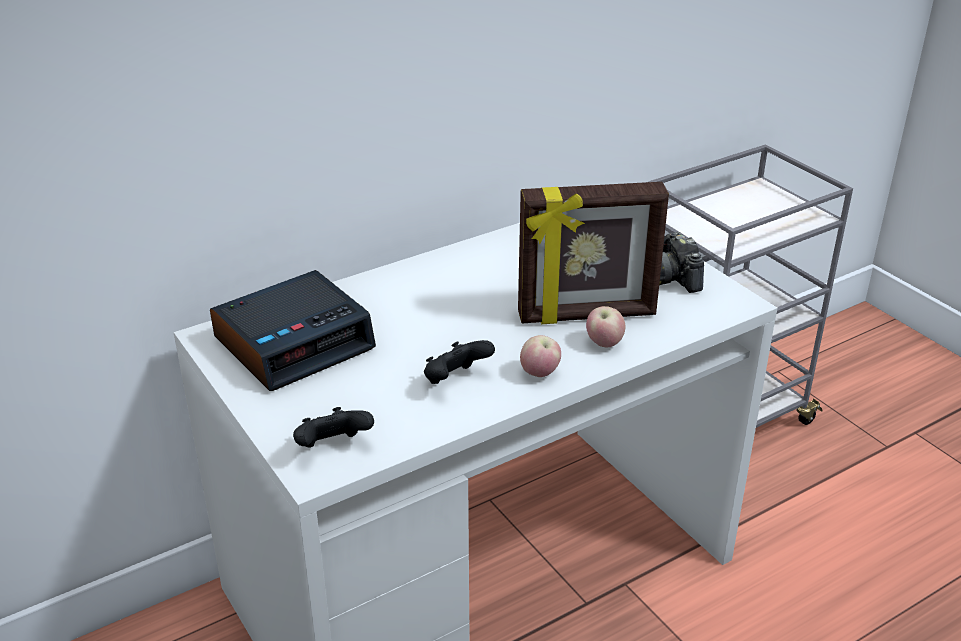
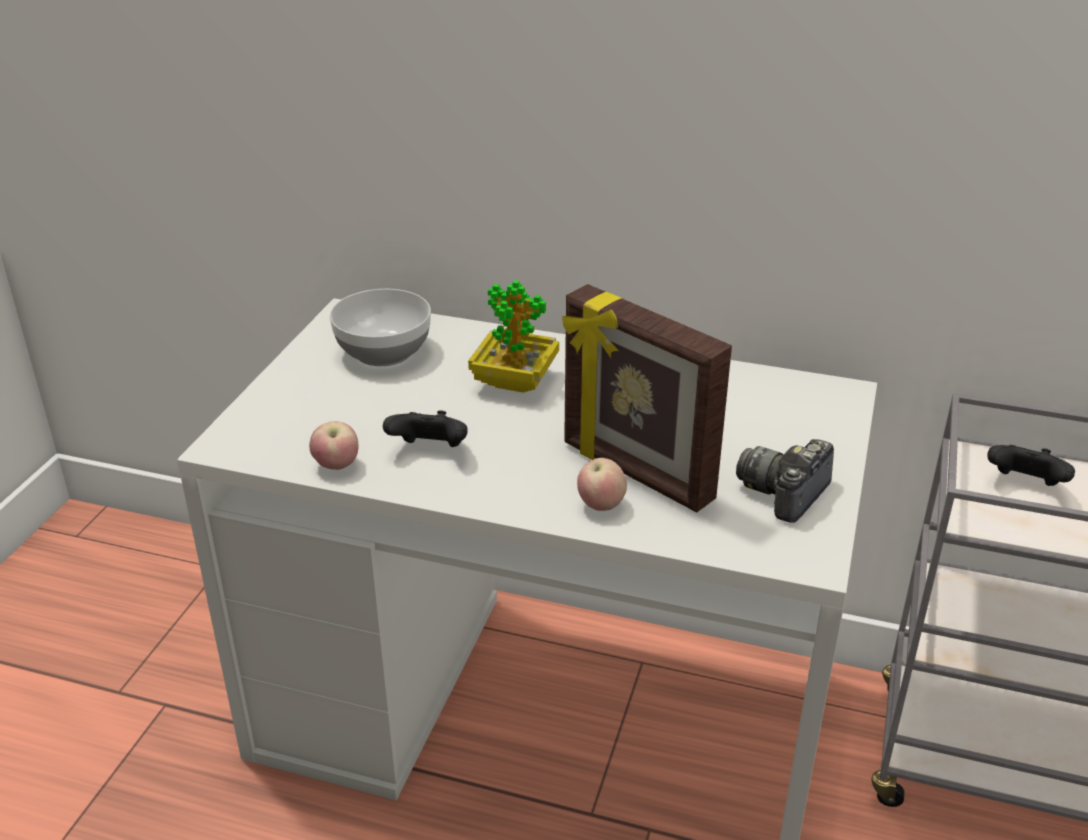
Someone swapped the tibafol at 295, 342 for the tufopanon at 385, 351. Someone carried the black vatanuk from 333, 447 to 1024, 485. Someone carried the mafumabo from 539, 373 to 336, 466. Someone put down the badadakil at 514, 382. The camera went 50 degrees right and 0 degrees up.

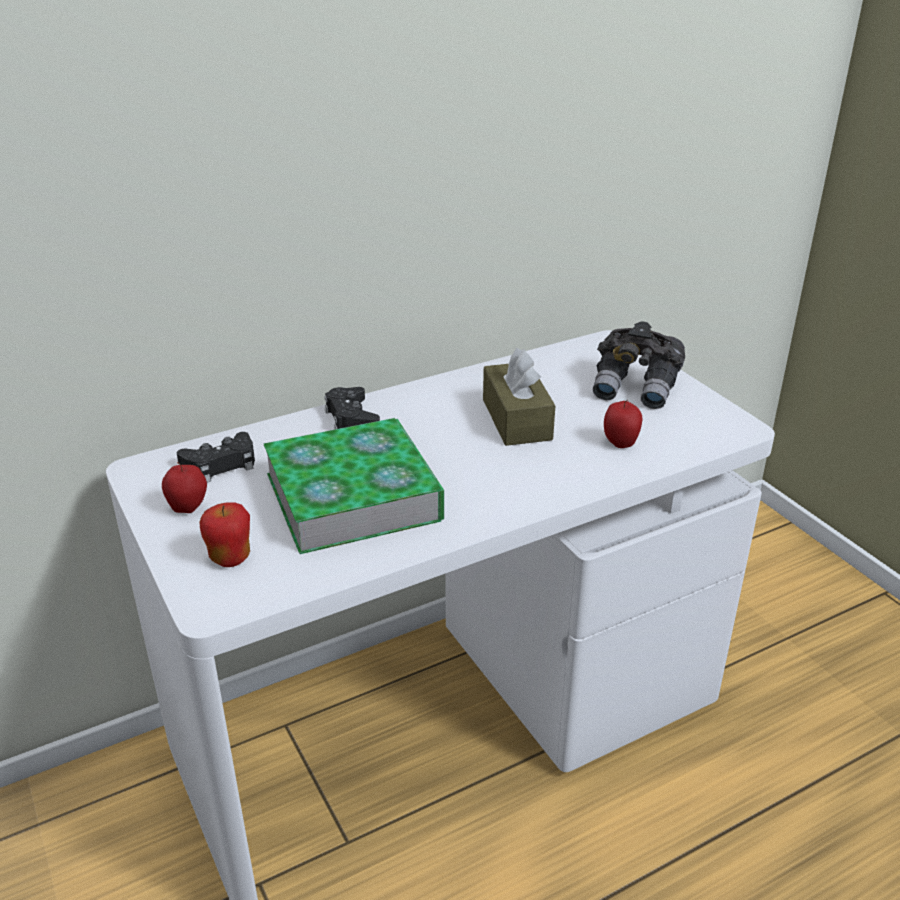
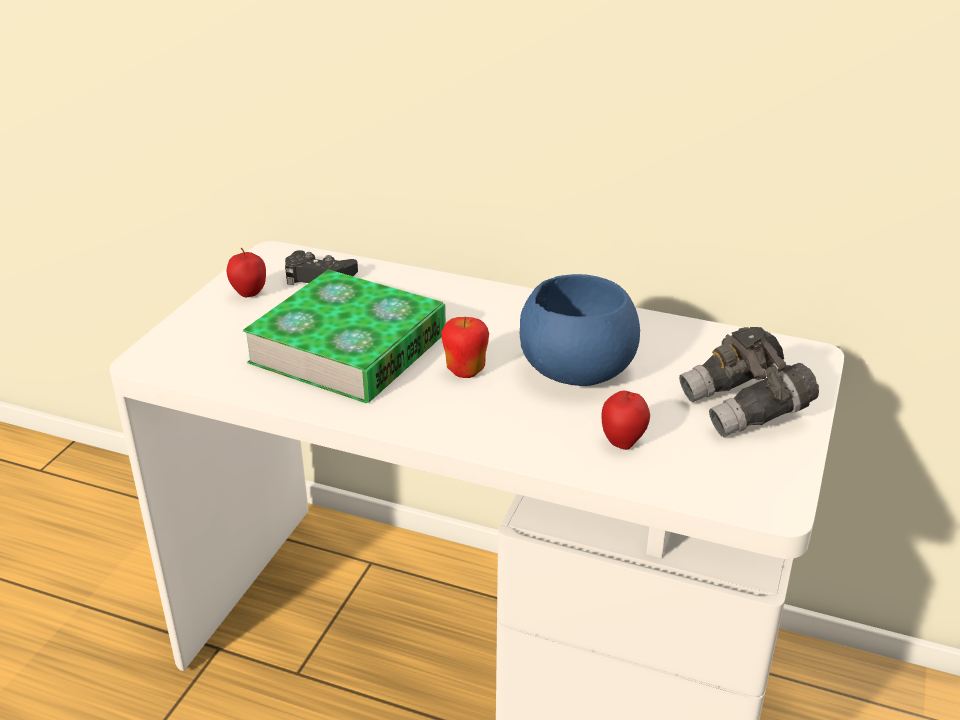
Someone carried the mafumabo from 230, 558 to 465, 371. Someone took away the black vatanuk at 351, 418. Someone swapped the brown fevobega at 516, 419 for the blue tufopanon at 576, 369. The camera went 50 degrees right and 0 degrees up.

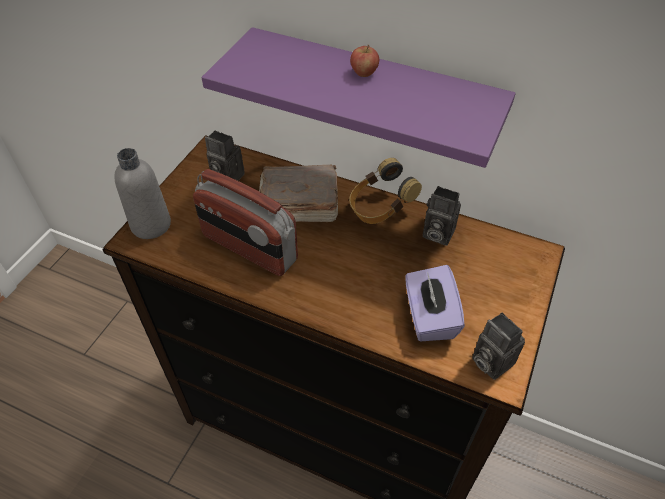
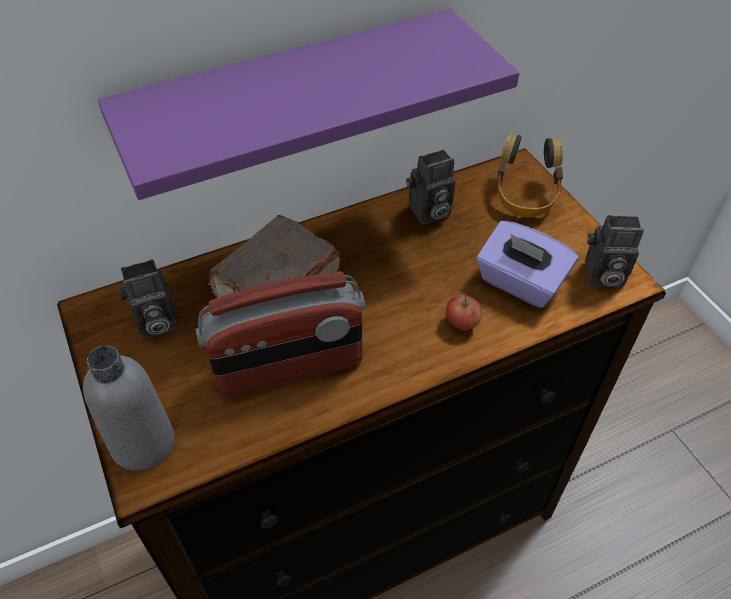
Someone carried the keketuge from 380, 208 to 525, 195. Someone carried the mafumabo from 363, 73 to 462, 323. The camera went 50 degrees left and 0 degrees up.

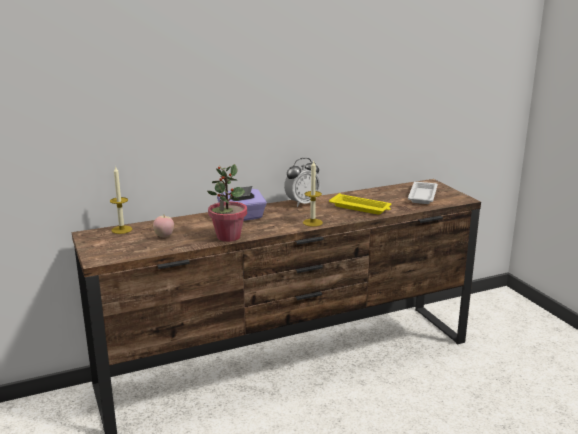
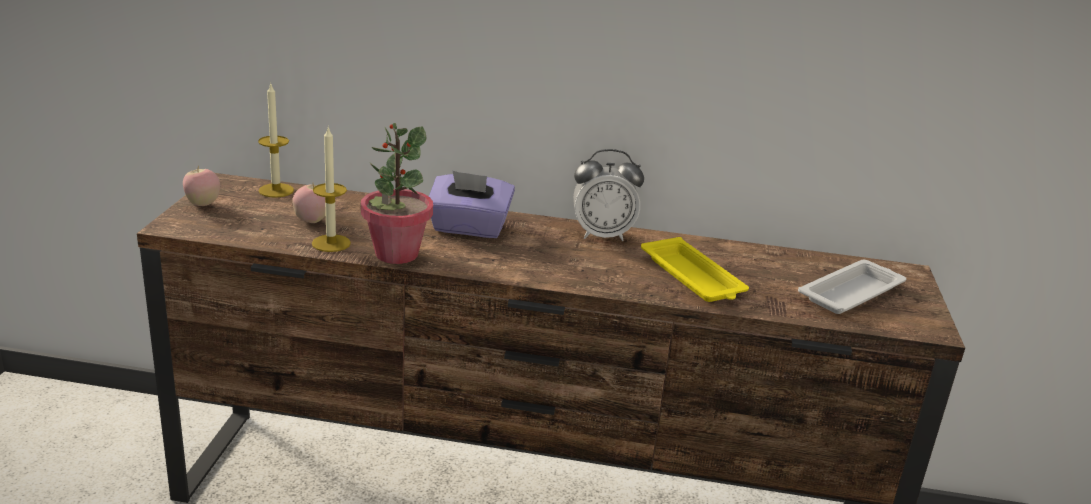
Someone carried the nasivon from 312, 222 to 331, 243. Someone put down the mafumabo at 203, 204. The camera went 30 degrees right and 5 degrees up.

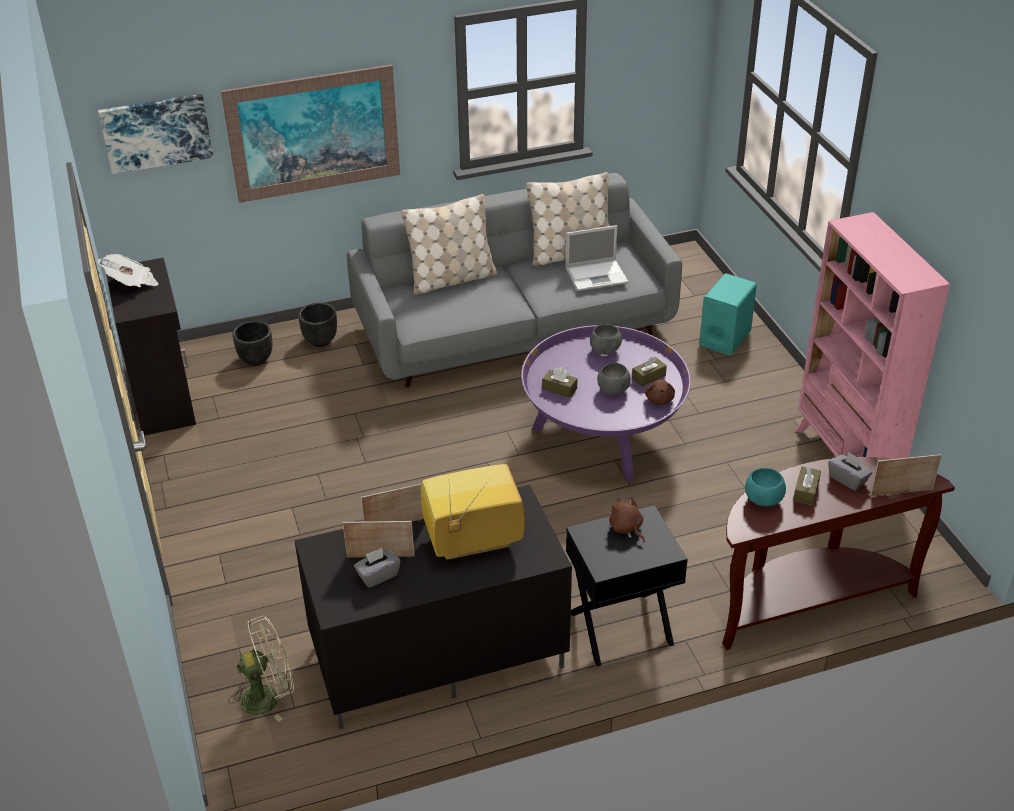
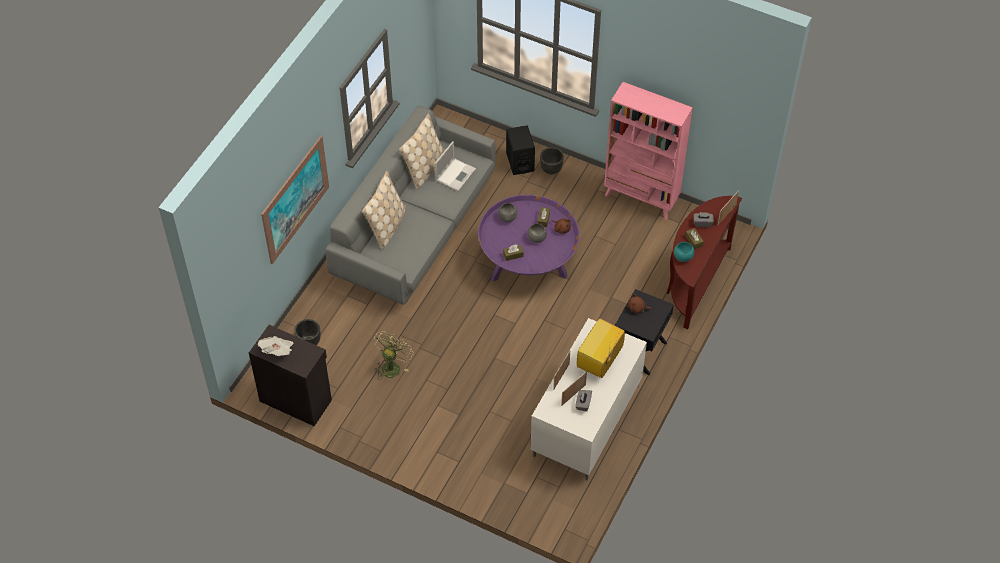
Someone took away the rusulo at 156, 132. Someone carried the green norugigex from 268, 696 to 392, 366. Someone repainted the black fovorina at 437, 658, which became the white fovorina at 587, 422. Someone carried the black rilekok from 320, 341 to 551, 169. Someone repainted the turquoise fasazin at 725, 338, which became the black fasazin at 520, 162. The camera went 45 degrees left and 15 degrees up.

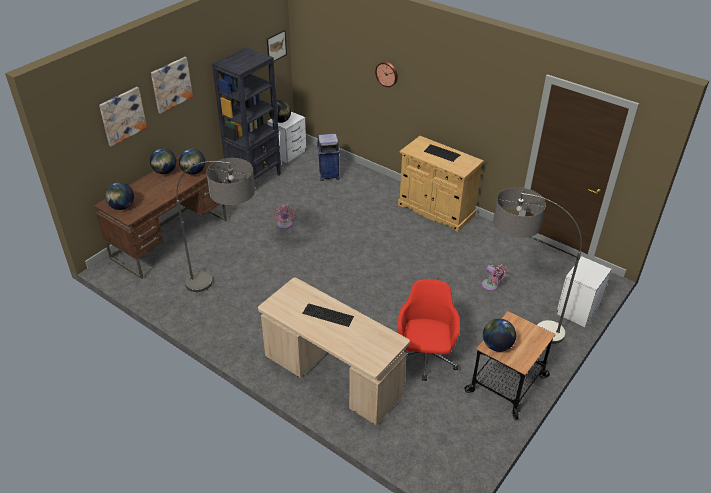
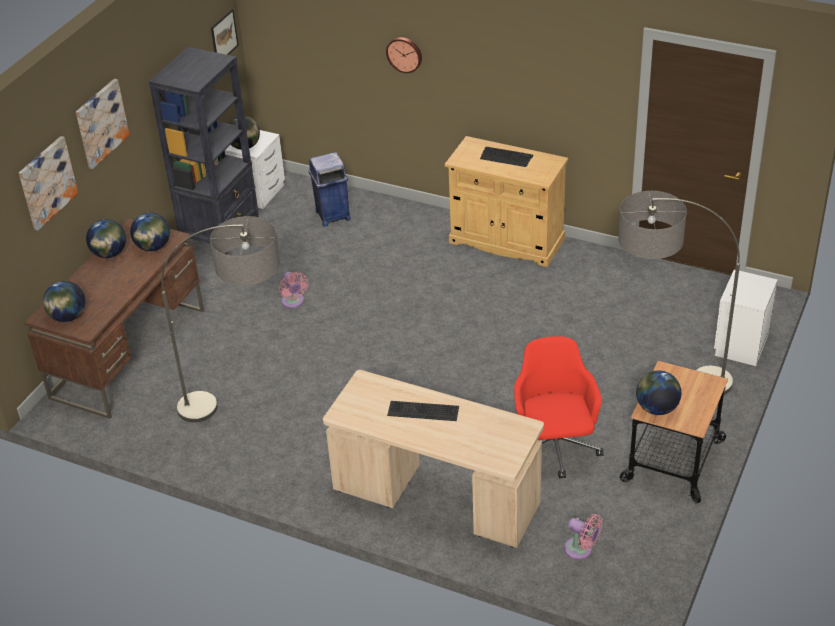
Someone carried the pink norugigex from 491, 286 to 581, 550. The camera went 10 degrees left and 0 degrees up.

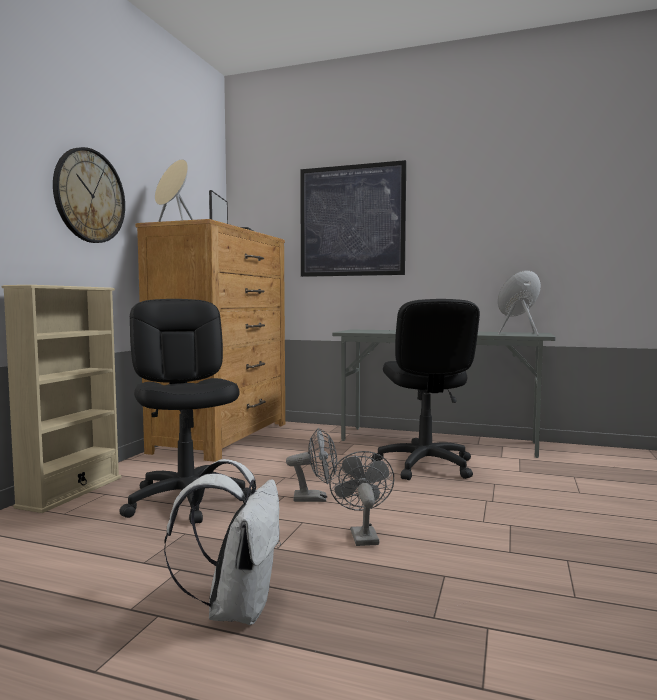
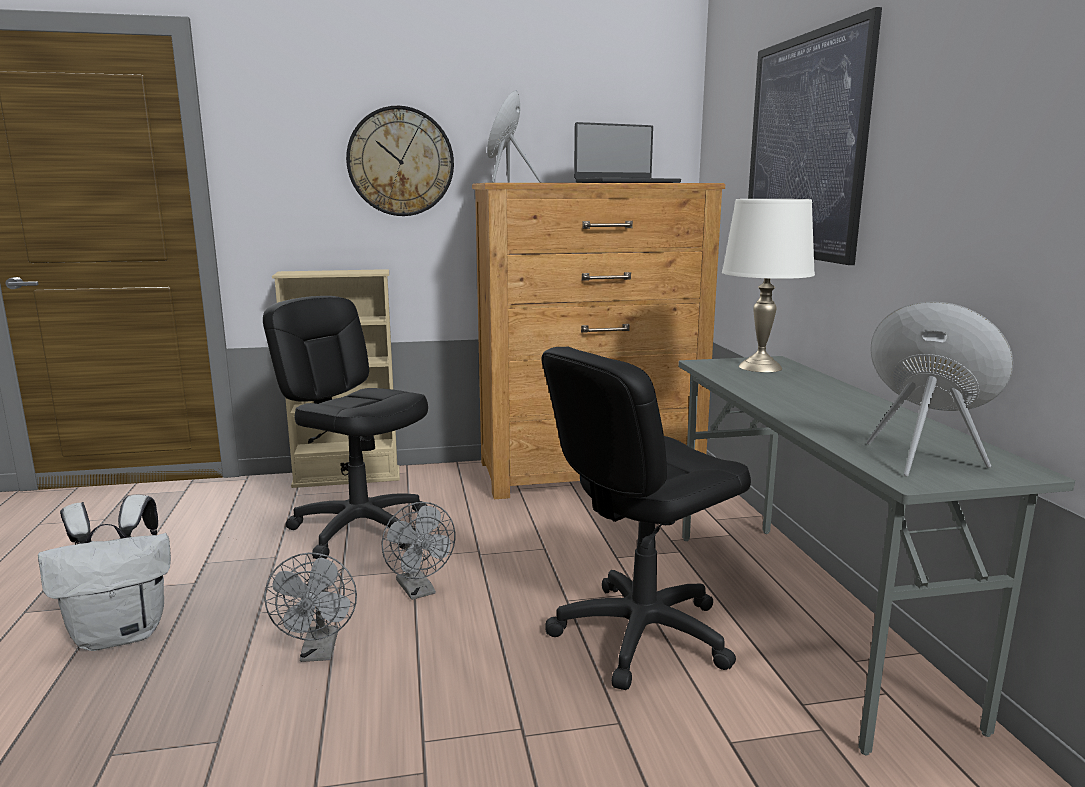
Someone rotated the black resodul at 187, 500 by 90 degrees counterclockwise. Someone rotated the grey norugigex at 362, 535 by 120 degrees clockwise. Someone put down the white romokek at 759, 367. The camera went 60 degrees right and 10 degrees up.

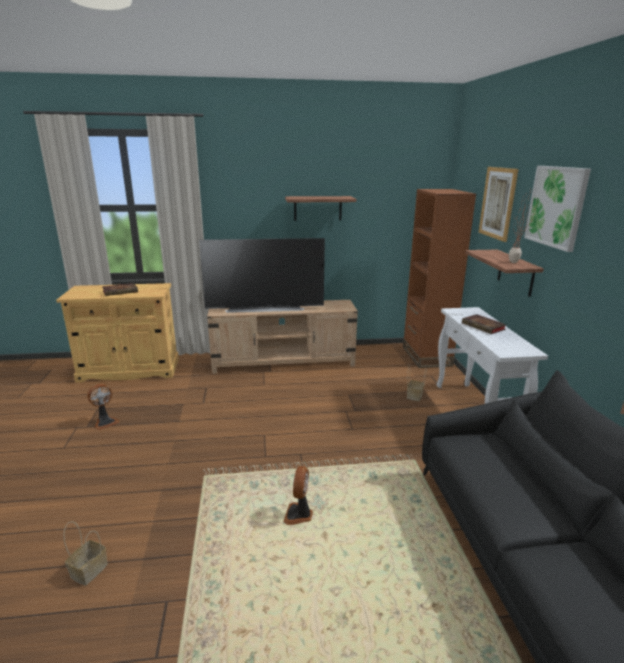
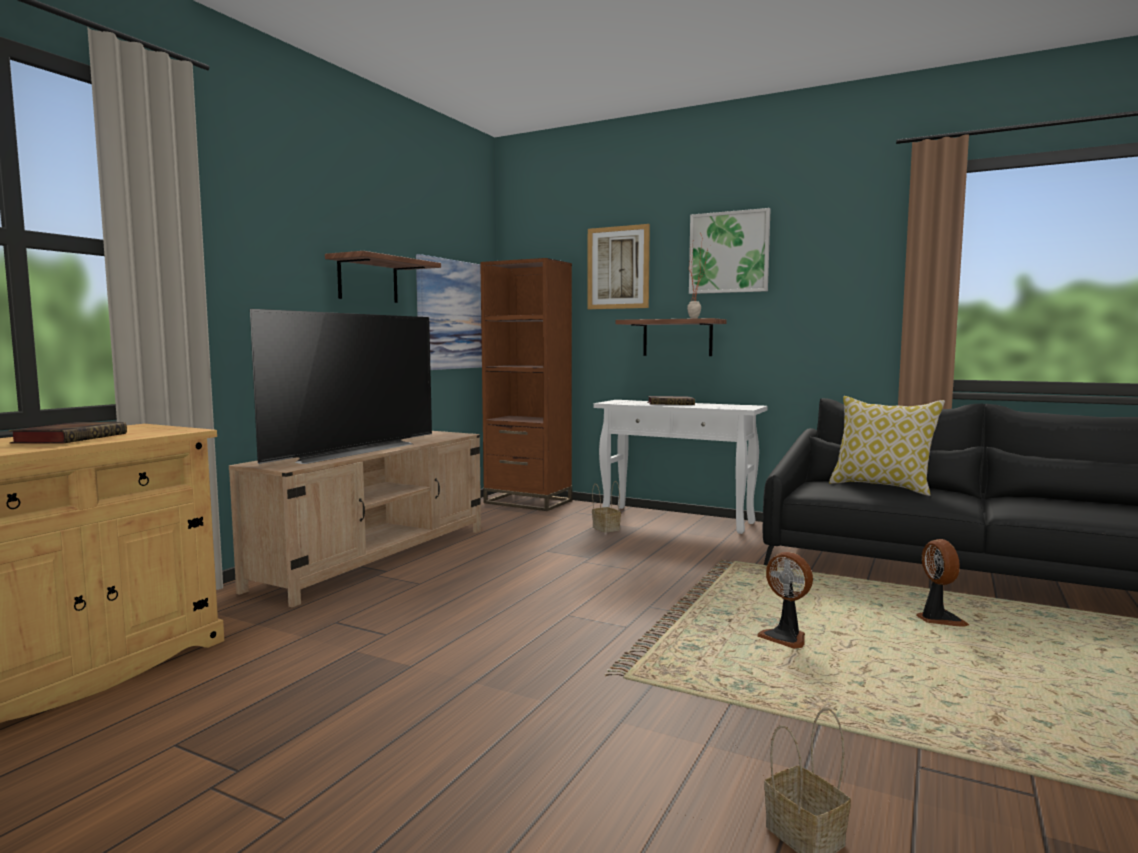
Someone carried the norugigex from 105, 422 to 938, 619. Someone put up the rusulo at 451, 315. Someone put down the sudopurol at 882, 487. The camera went 55 degrees left and 15 degrees down.

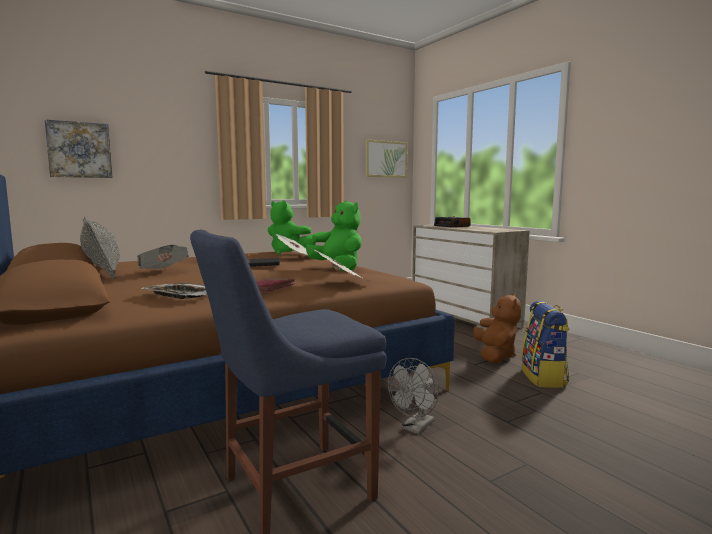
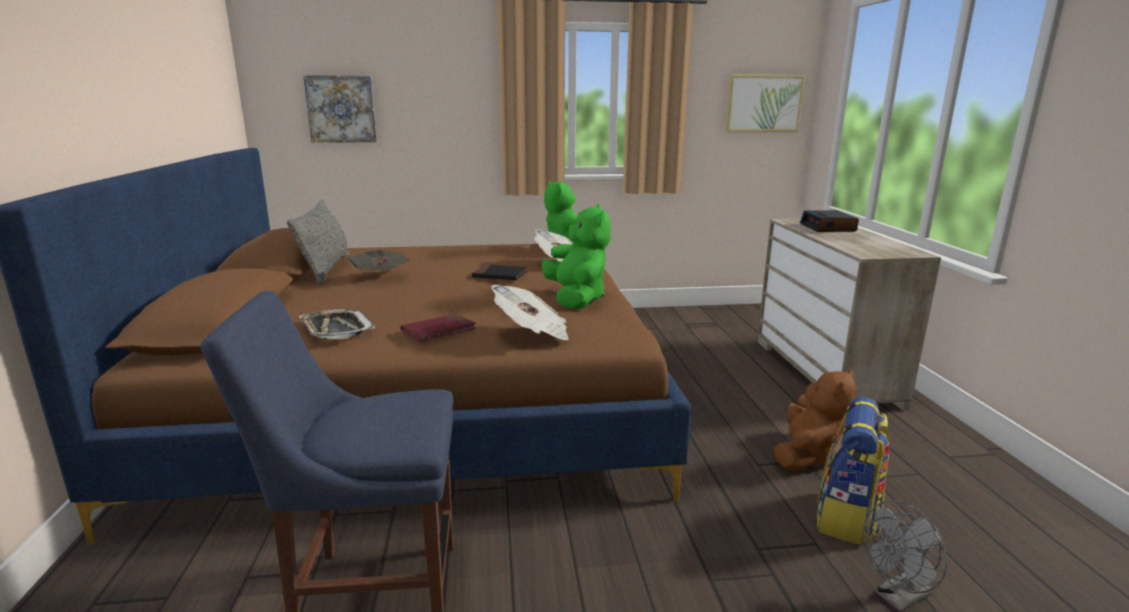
Someone carried the grey norugigex from 415, 428 to 898, 598. The camera went 25 degrees right and 10 degrees up.

